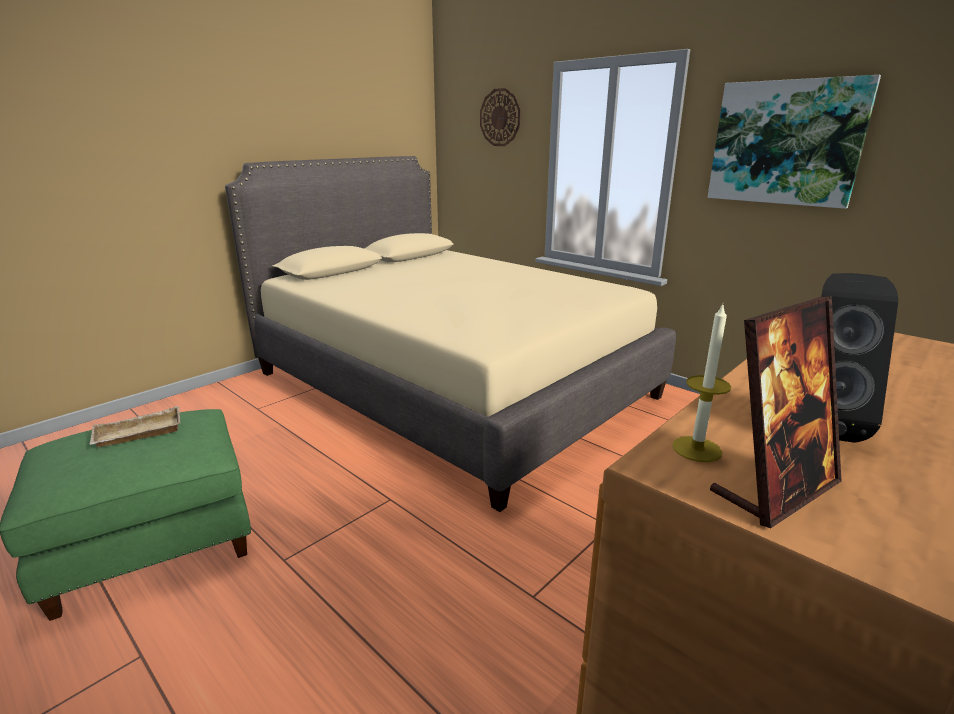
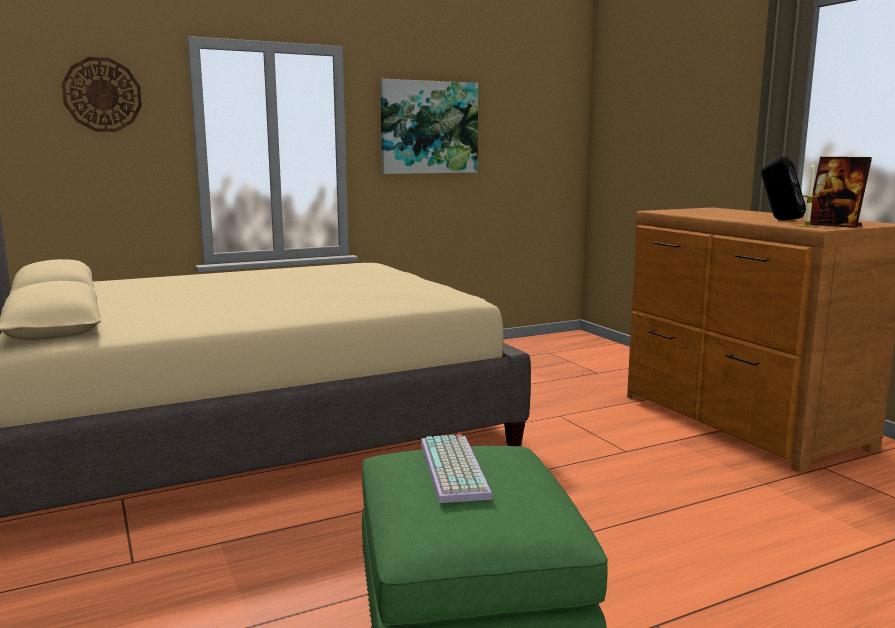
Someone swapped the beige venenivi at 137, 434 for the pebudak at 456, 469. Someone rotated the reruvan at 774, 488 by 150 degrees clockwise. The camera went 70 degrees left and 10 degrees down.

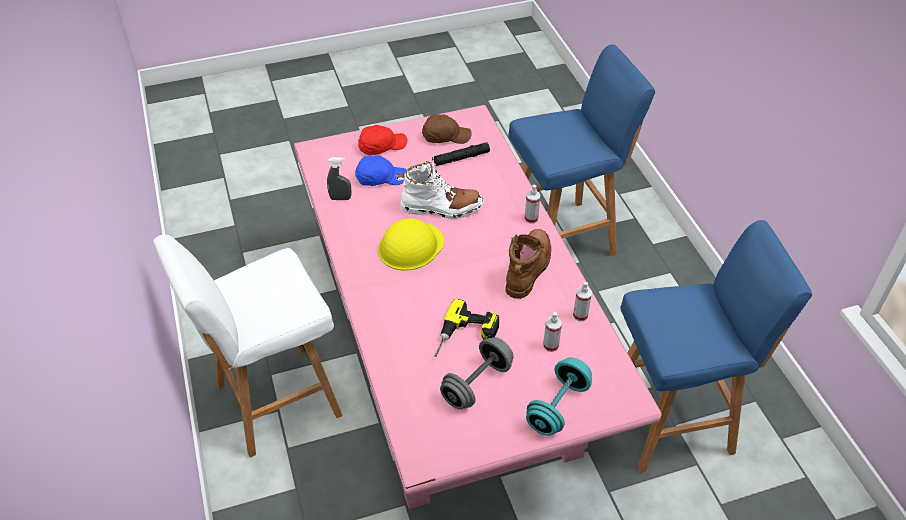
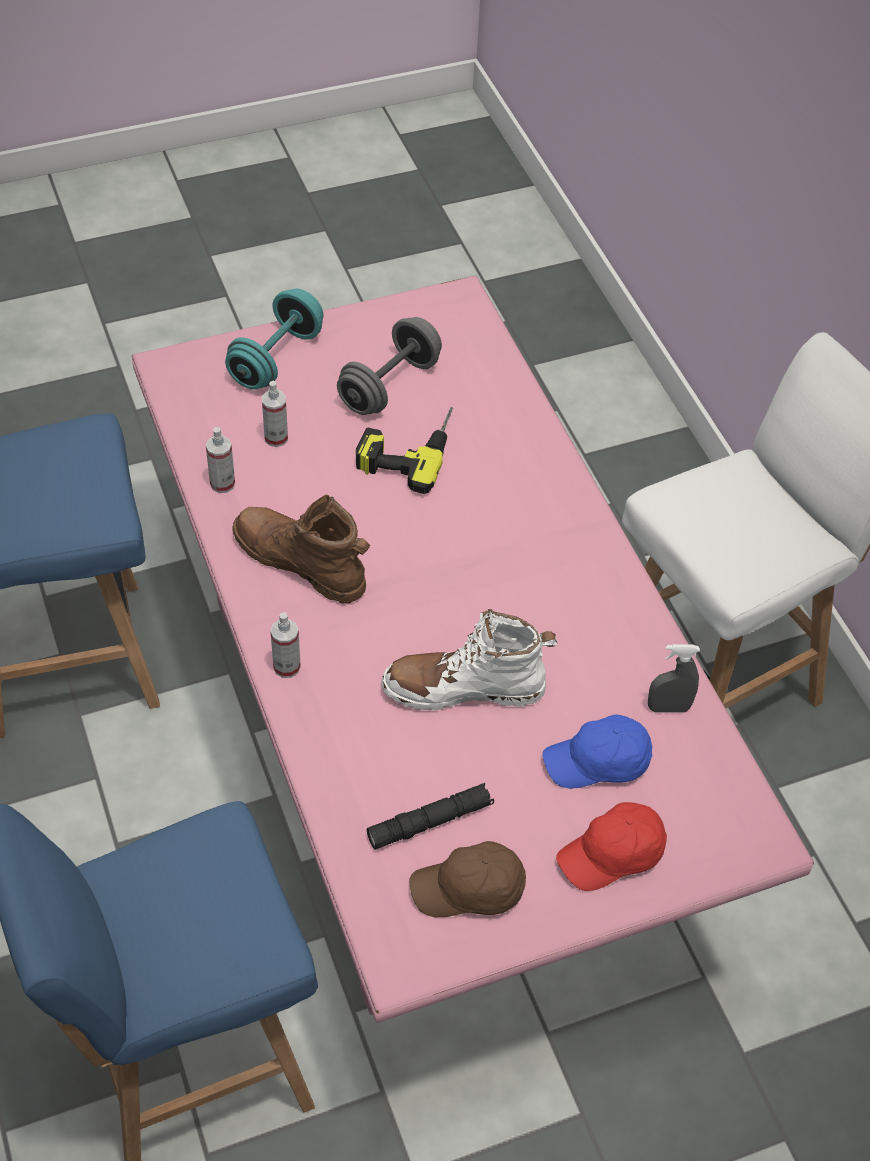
Someone took away the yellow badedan at 410, 246. Someone rotated the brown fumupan at 528, 269 by 105 degrees clockwise. The camera went 175 degrees right and 5 degrees up.

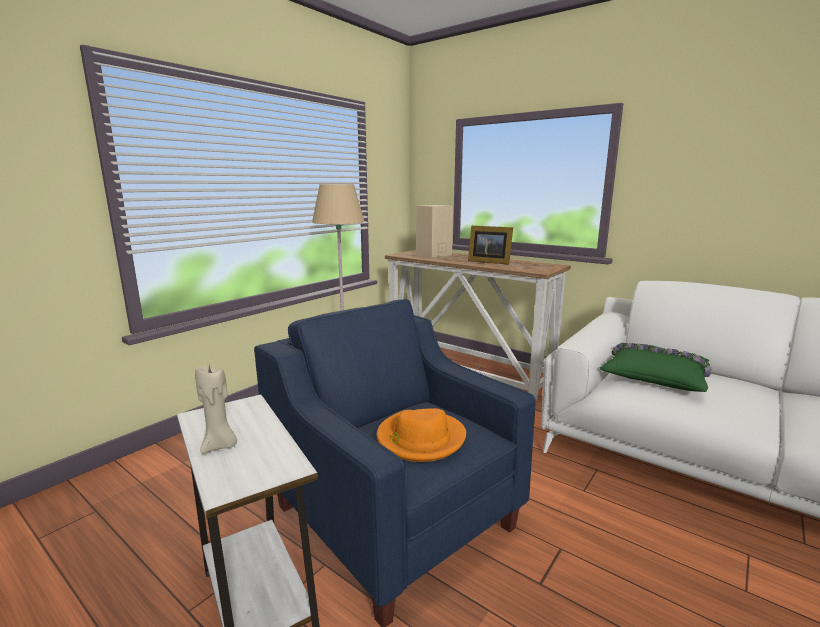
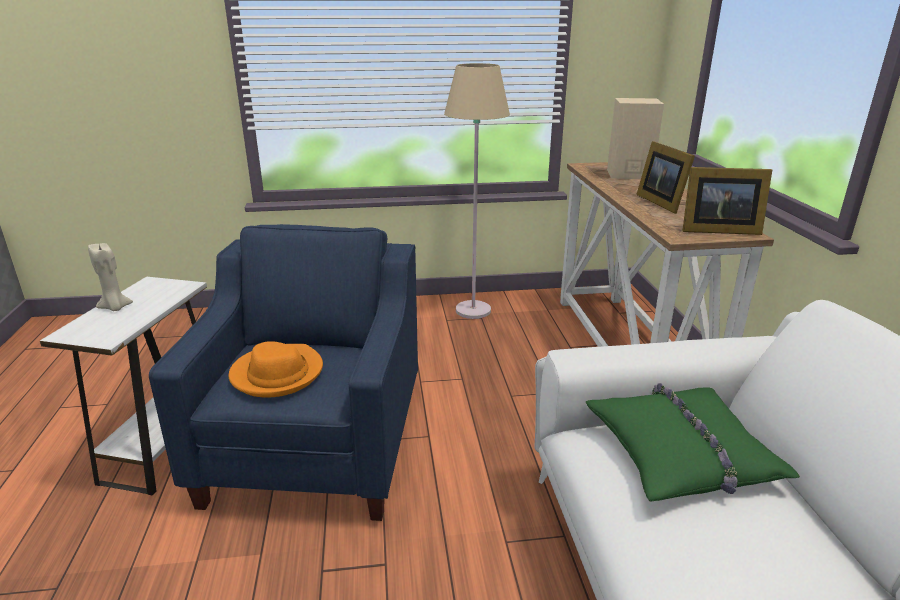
Someone put down the reruvan at 716, 230. The camera went 45 degrees right and 10 degrees up.

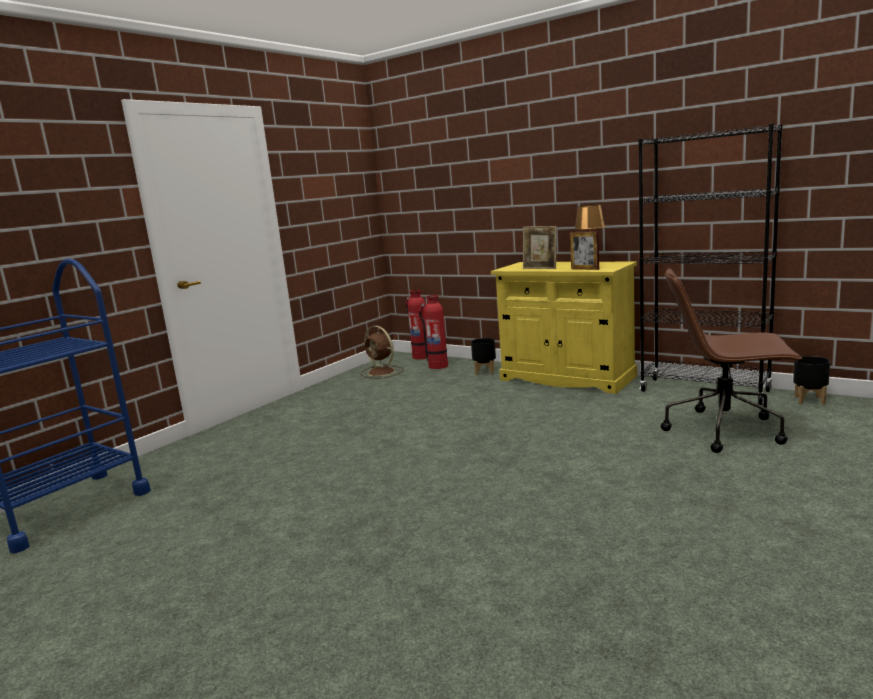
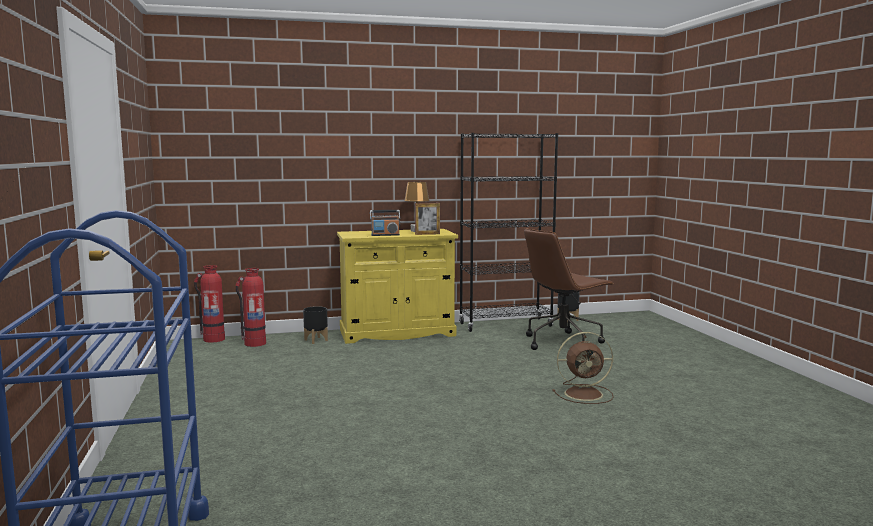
Someone carried the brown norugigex from 382, 372 to 585, 394. Someone swapped the reruvan at 540, 268 for the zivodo at 385, 235. The camera went 50 degrees left and 5 degrees down.

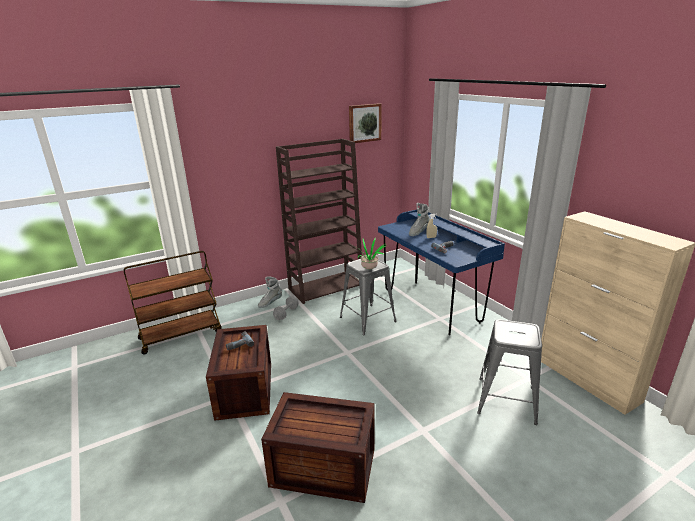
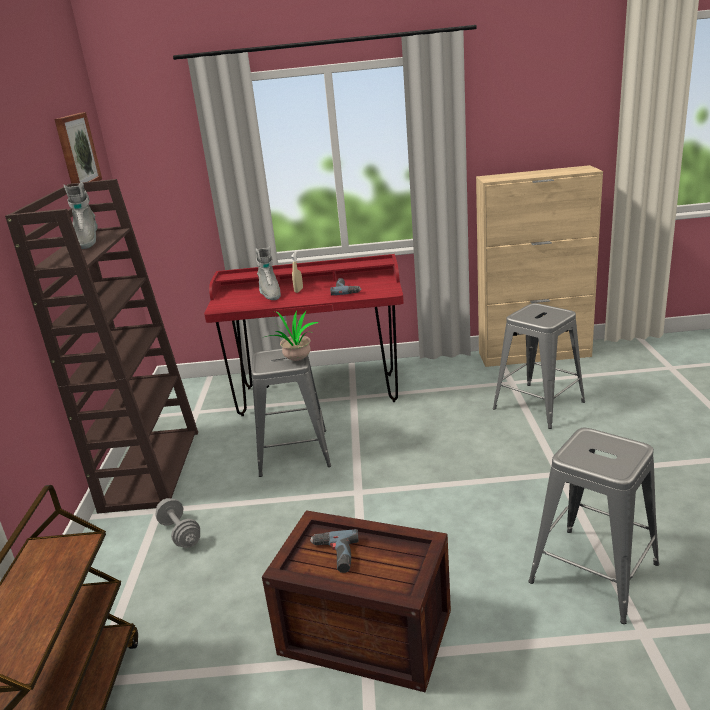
Someone carried the grey fumupan from 270, 303 to 87, 242. Someone swapped the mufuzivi at 325, 467 for the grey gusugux at 593, 573. Someone repainted the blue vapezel at 431, 306, which became the red vapezel at 318, 394. The camera went 60 degrees left and 0 degrees up.

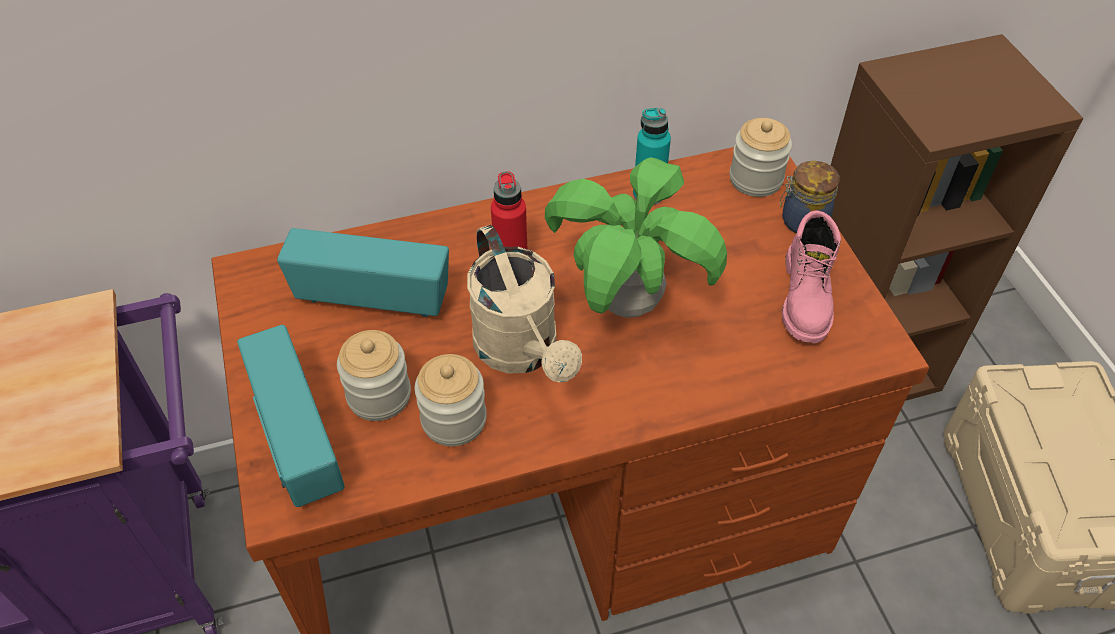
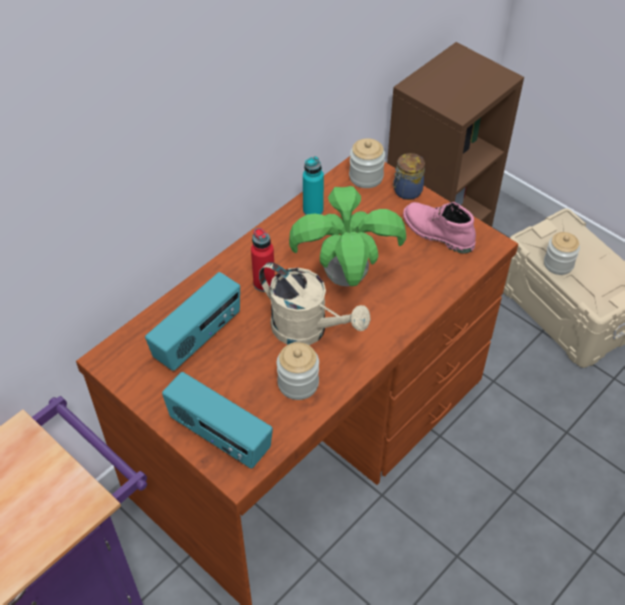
Someone rotated the zivodo at 373, 297 by 150 degrees clockwise. Someone carried the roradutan from 379, 395 to 558, 264. Someone rotated the pink fumupan at 807, 298 by 150 degrees clockwise. The camera went 30 degrees left and 0 degrees up.

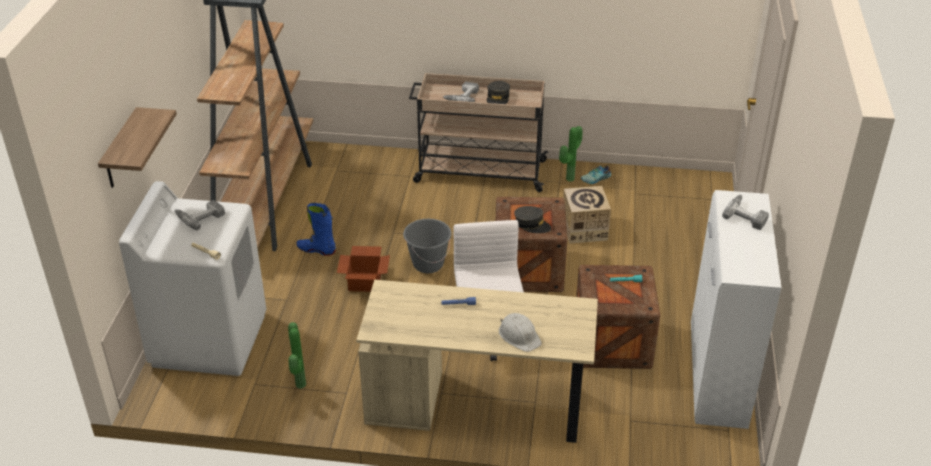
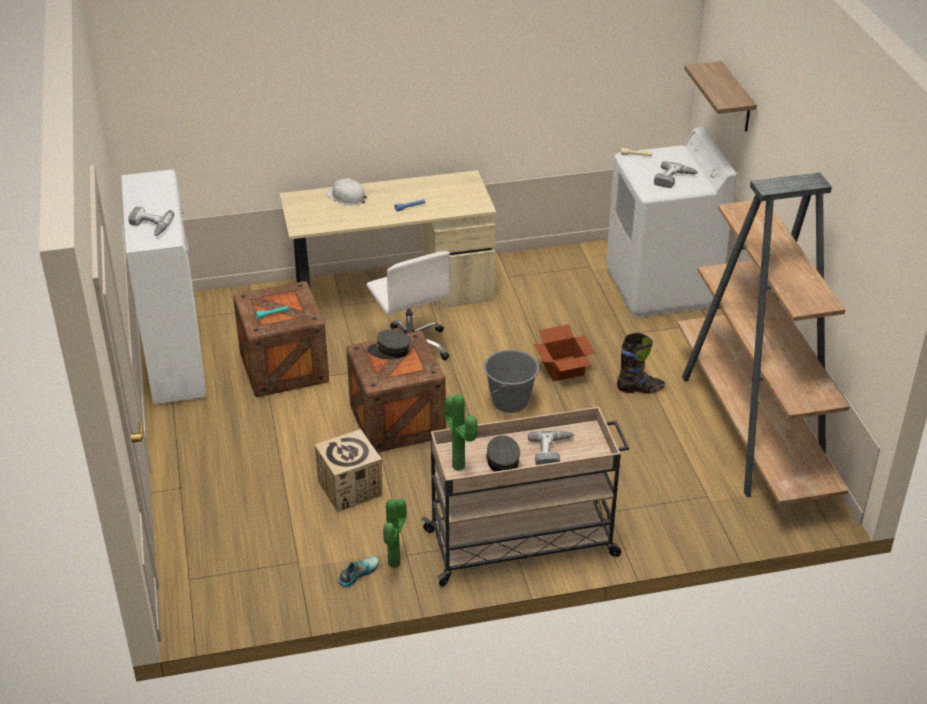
Someone carried the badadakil from 298, 385 to 460, 465. Someone repainted the blue fumupan at 316, 250, which became the black fumupan at 640, 389. The camera went 160 degrees right and 0 degrees up.

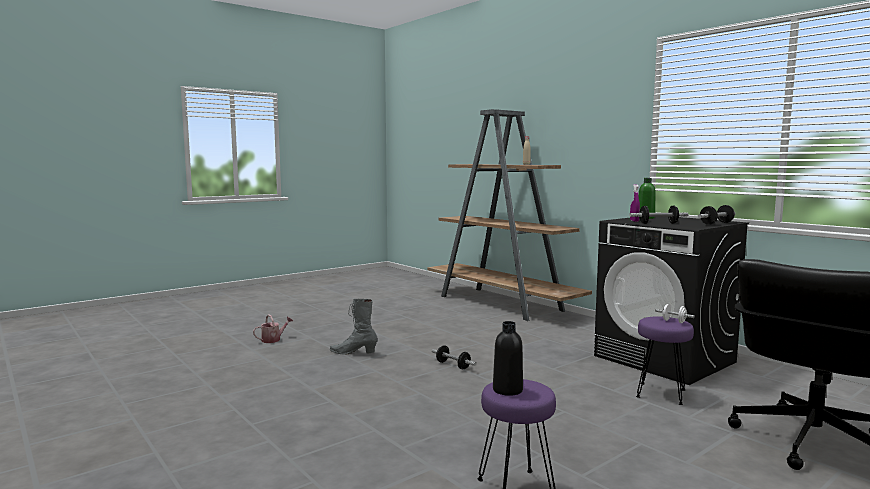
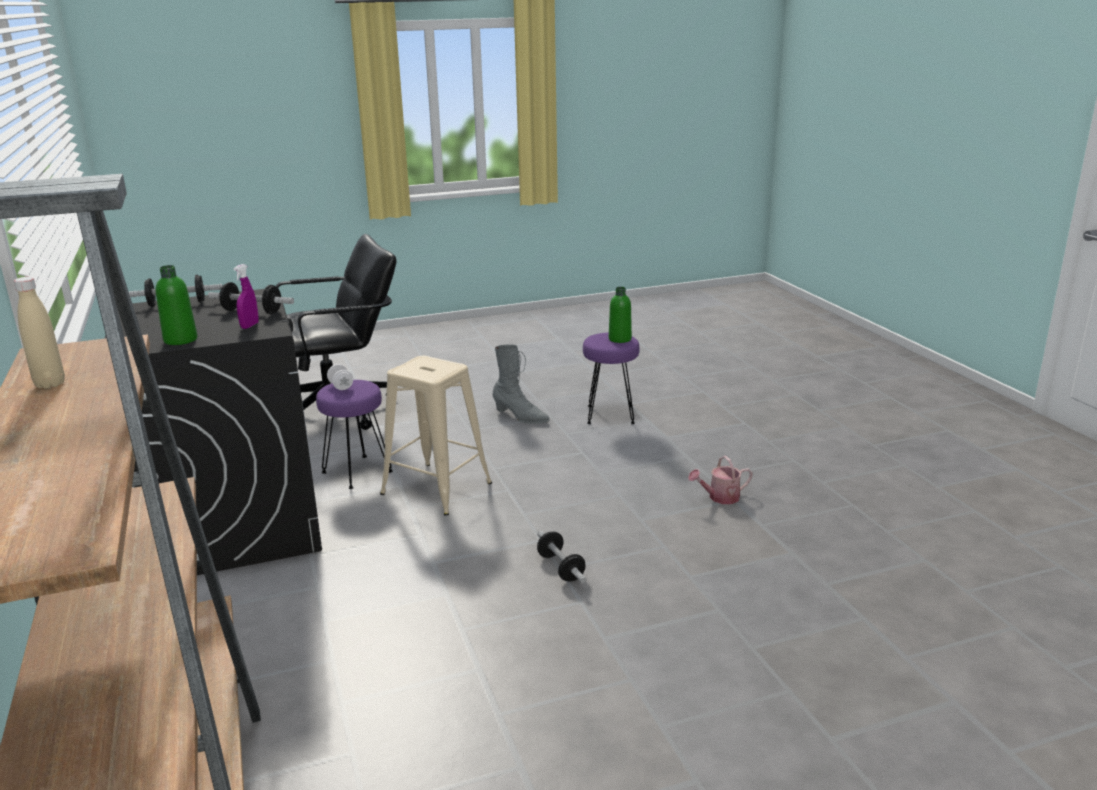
Someone carried the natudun from 273, 339 to 720, 497. Someone carried the grey fumupan from 353, 353 to 520, 417. Someone repainted the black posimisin at 507, 390, which became the green posimisin at 620, 339. Someone put down the beige gusugux at 436, 488. The camera went 160 degrees left and 15 degrees up.

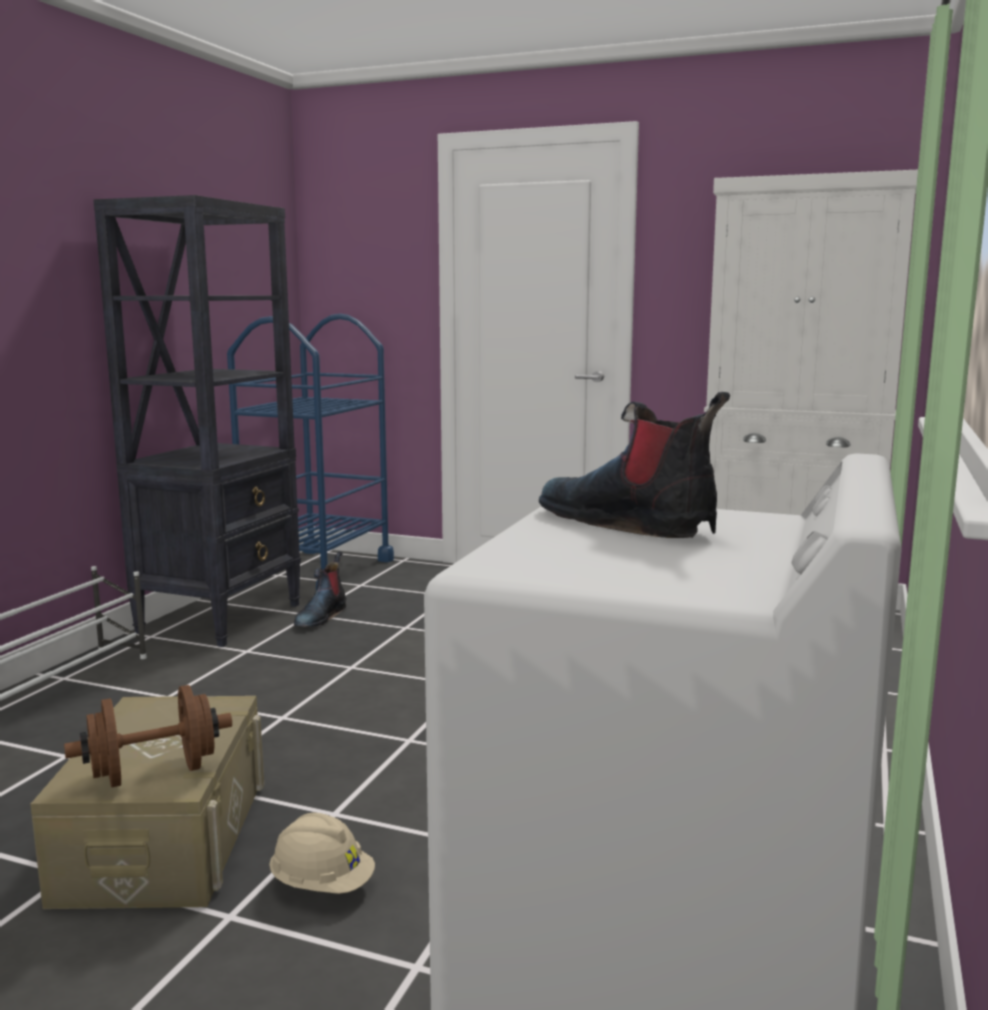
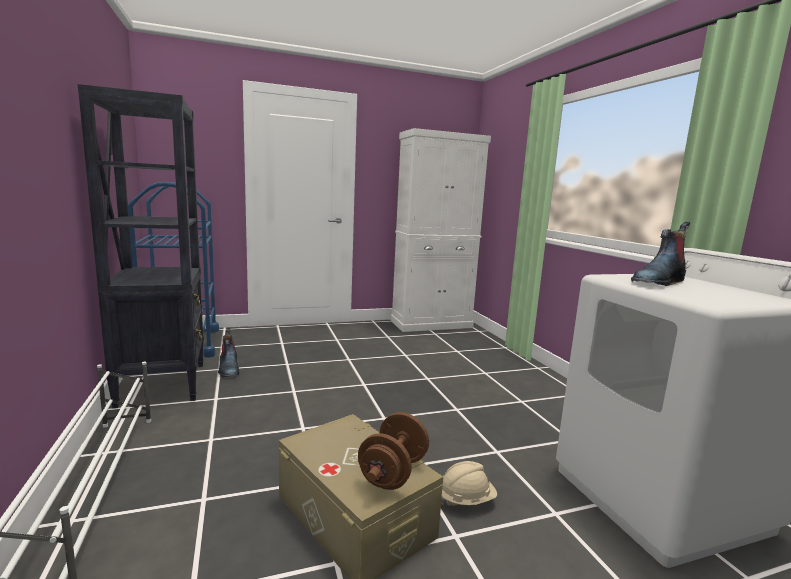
Someone rotated the fumupan at 629, 524 by 45 degrees counterclockwise. The camera went 40 degrees left and 0 degrees up.

